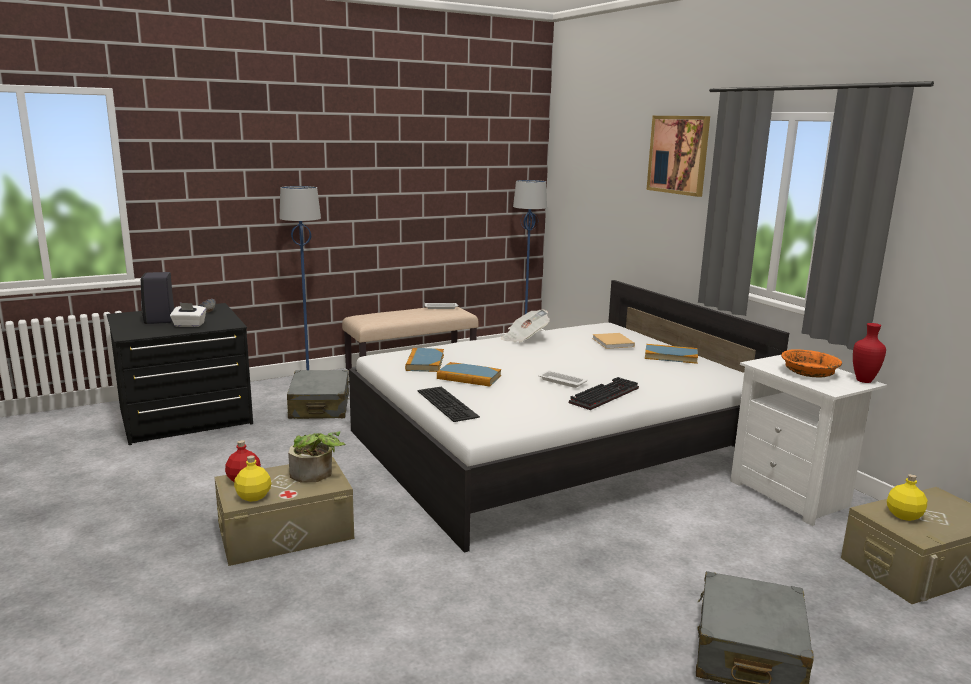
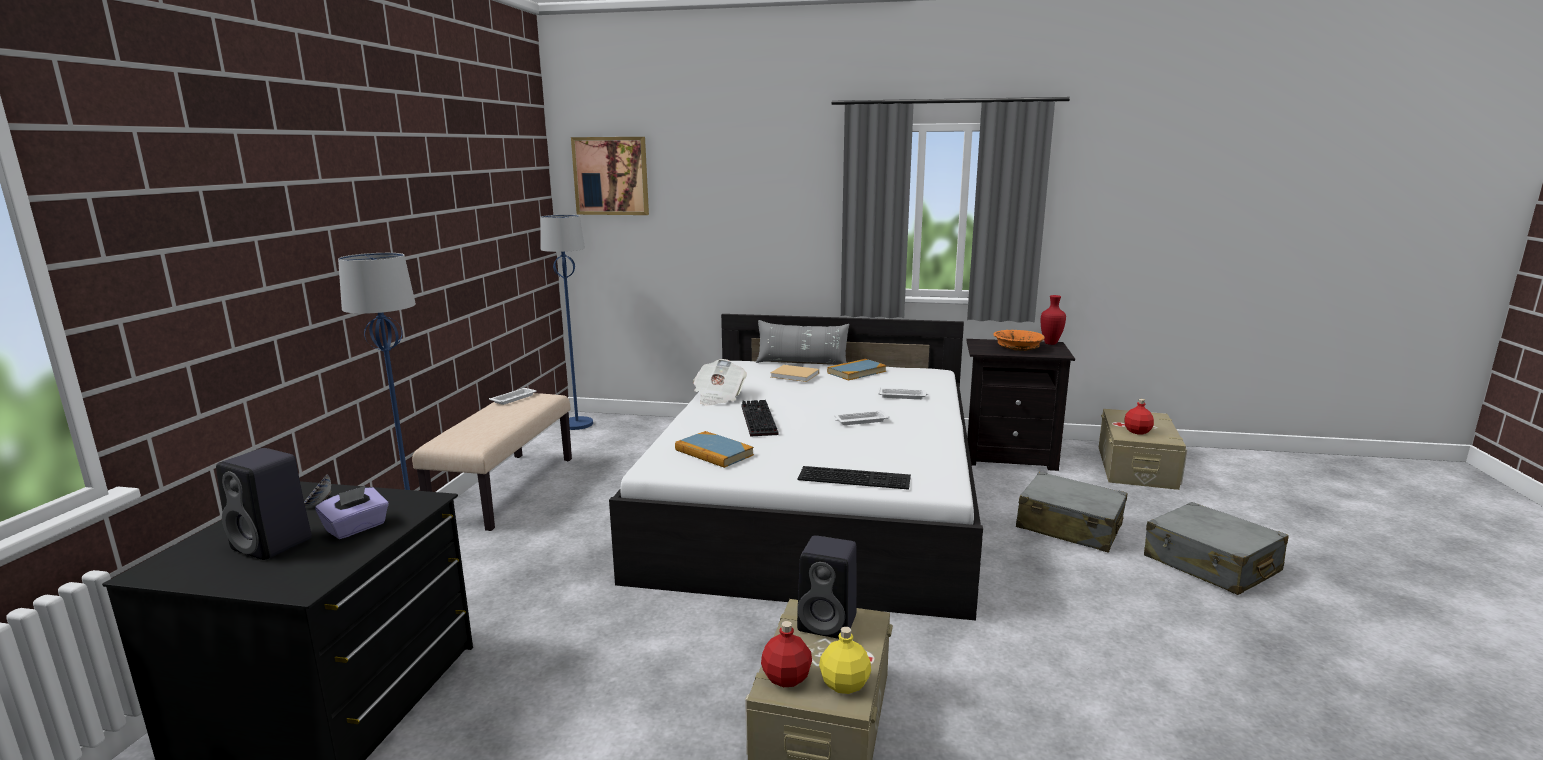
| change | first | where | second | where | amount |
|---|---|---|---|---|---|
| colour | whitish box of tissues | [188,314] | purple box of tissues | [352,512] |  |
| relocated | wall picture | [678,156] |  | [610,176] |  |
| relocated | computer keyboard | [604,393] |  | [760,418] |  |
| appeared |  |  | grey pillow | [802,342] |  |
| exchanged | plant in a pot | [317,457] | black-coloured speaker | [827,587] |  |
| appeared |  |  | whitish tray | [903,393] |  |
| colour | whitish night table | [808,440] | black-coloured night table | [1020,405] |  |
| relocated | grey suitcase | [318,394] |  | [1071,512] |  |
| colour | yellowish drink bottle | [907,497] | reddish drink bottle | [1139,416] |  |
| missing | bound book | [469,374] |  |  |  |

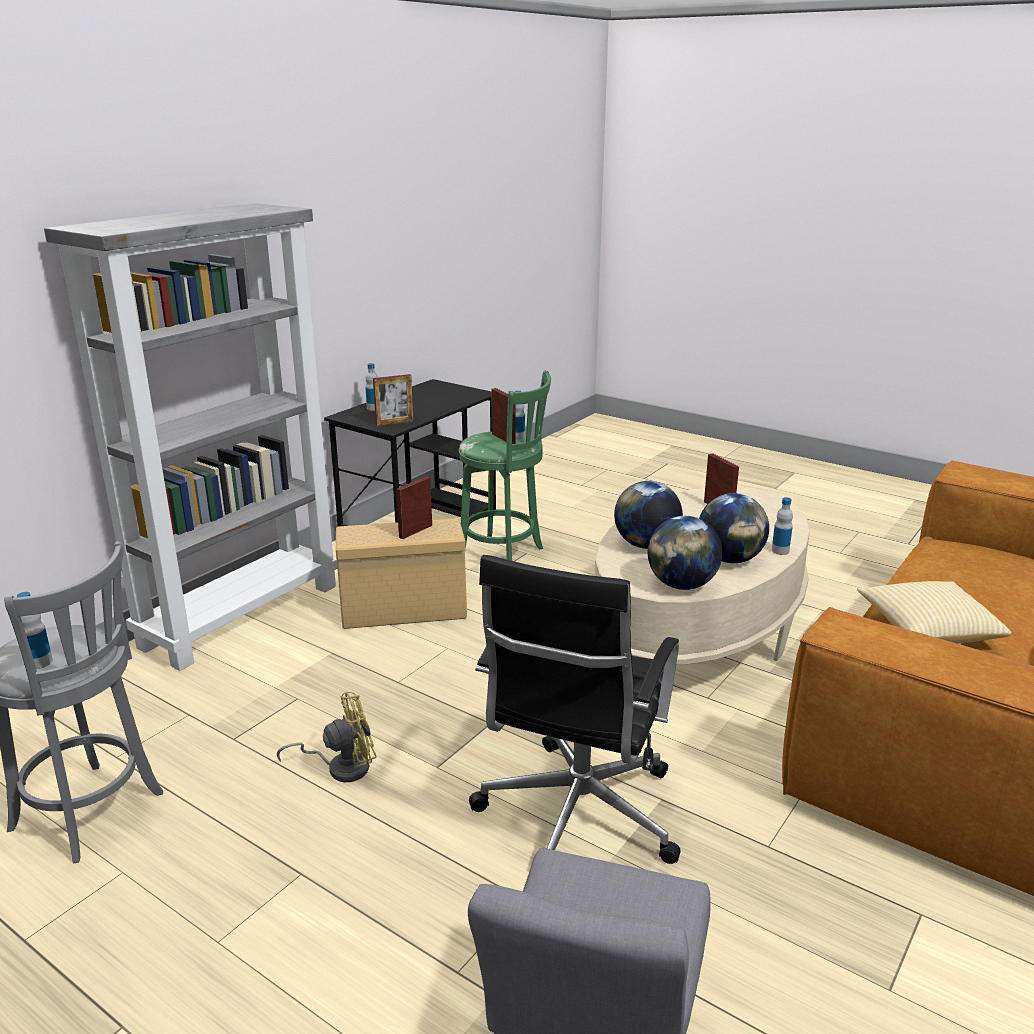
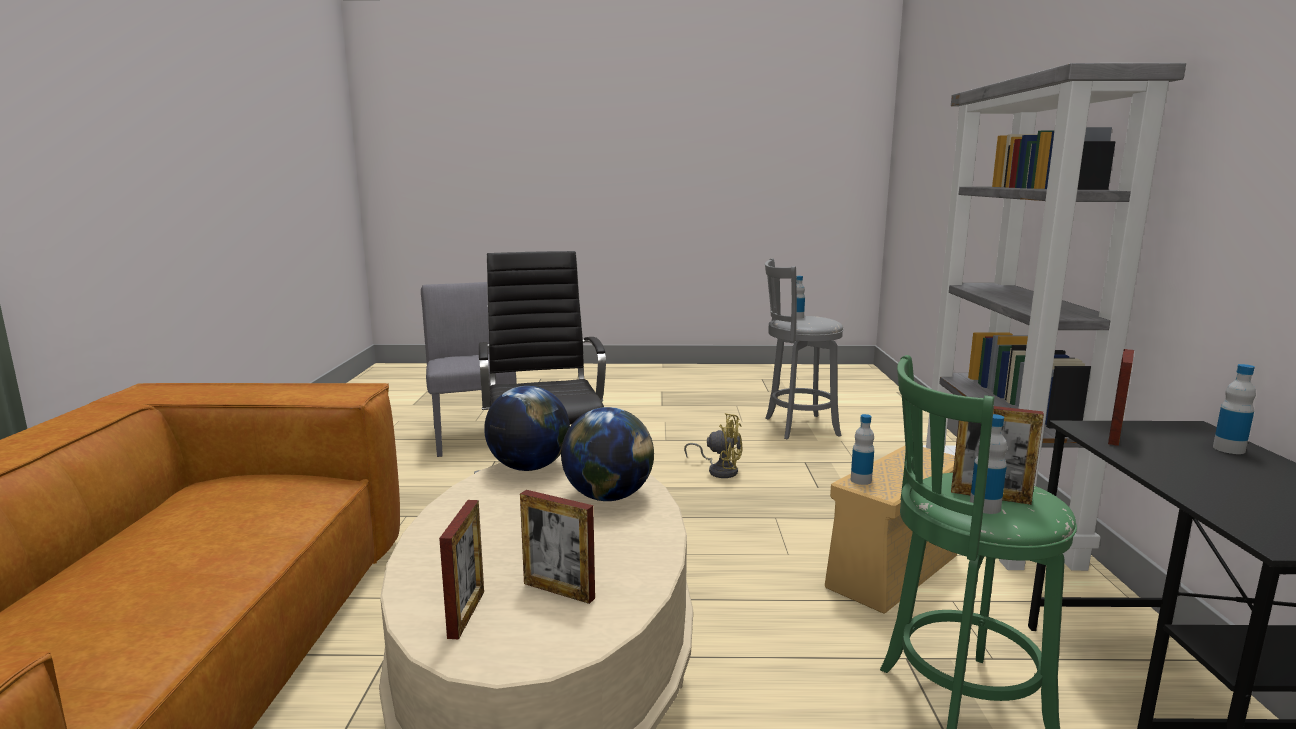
| change | first | where | second | where | amount |
|---|---|---|---|---|---|
| relocated | standing frame | [414,507] |  | [461,569] |  |
| spun | yellowish fan | [327,737] |  | [713,445] | 105 degrees counterclockwise |
| relocated | drink bottle | [782,526] |  | [862,449] |  |
| missing | world globe | [734,528] |  |  |  |
| missing | pillow | [934,612] |  |  |  |

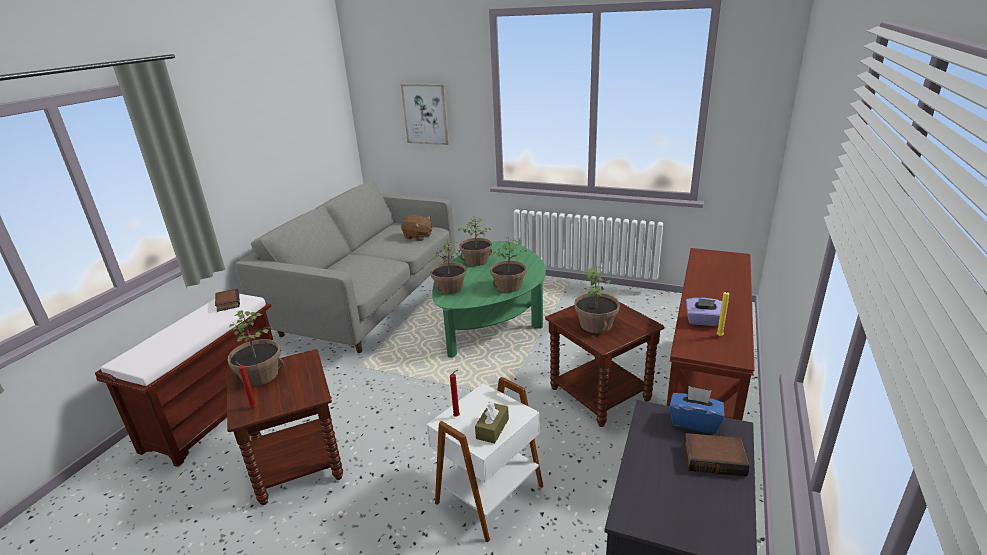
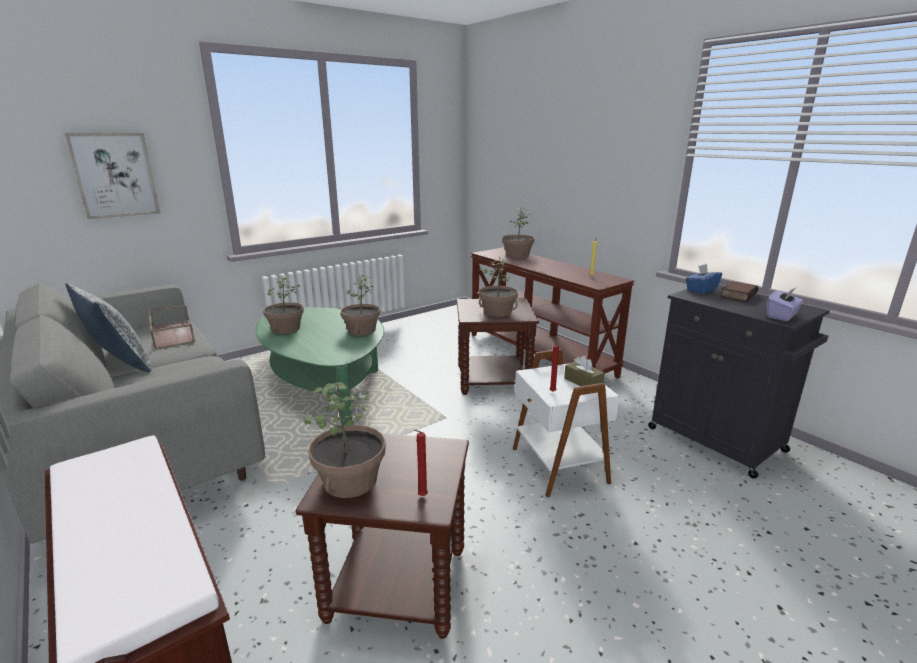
| change | first | where | second | where | amount |
|---|---|---|---|---|---|
| appeared |  |  | pillow | [109,327] |  |
| exchanged | brown cuddly toy | [416,228] | brown tray | [172,327] |  |
| relocated | plant in a pot | [448,266] |  | [518,233] |  |
| relocated | purple box of tissues | [704,312] |  | [785,304] |  |
| missing | bound book | [227,300] |  |  |  |

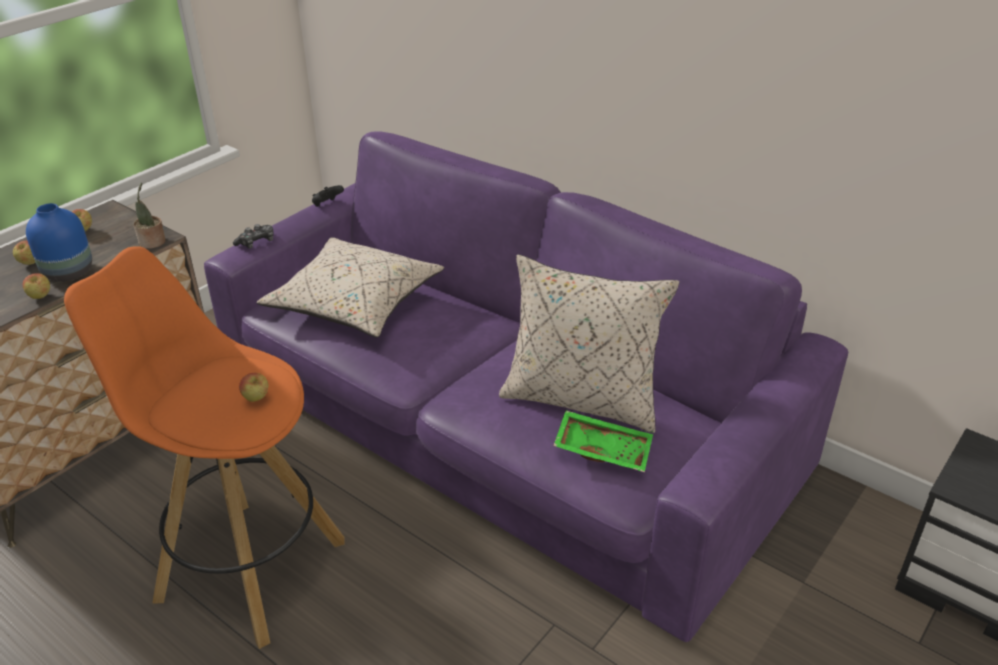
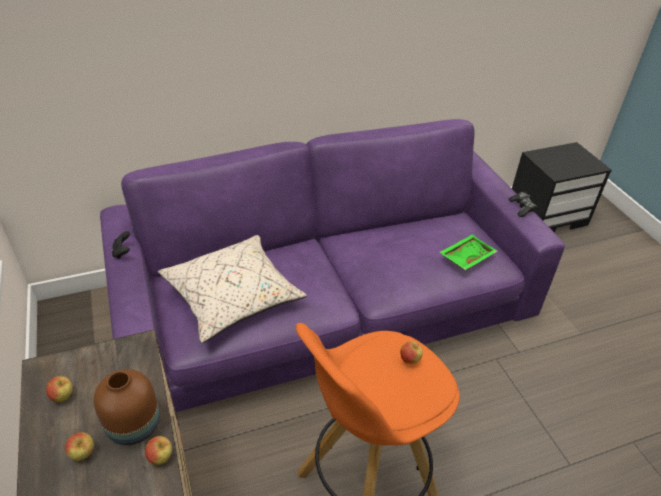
| change | first | where | second | where | amount |
|---|---|---|---|---|---|
| colour | blue vase | [59,242] | brown vase | [127,407] |  |
| relocated | gamepad | [253,236] |  | [523,204] |  |
| missing | plant in a pot | [150,216] |  |  |  |
| missing | beige pillow | [589,344] |  |  |  |

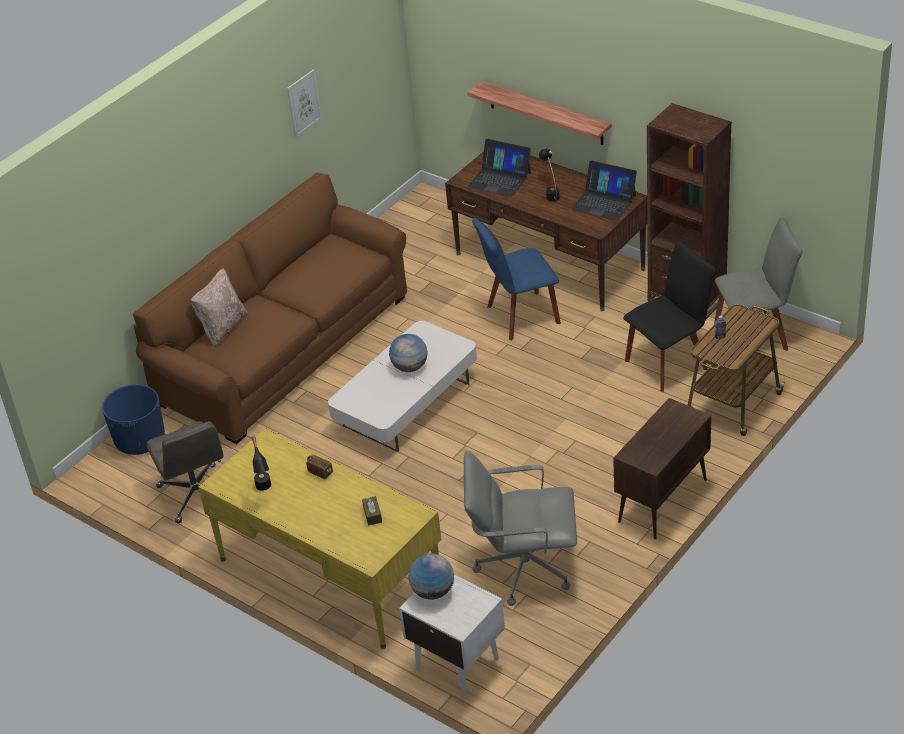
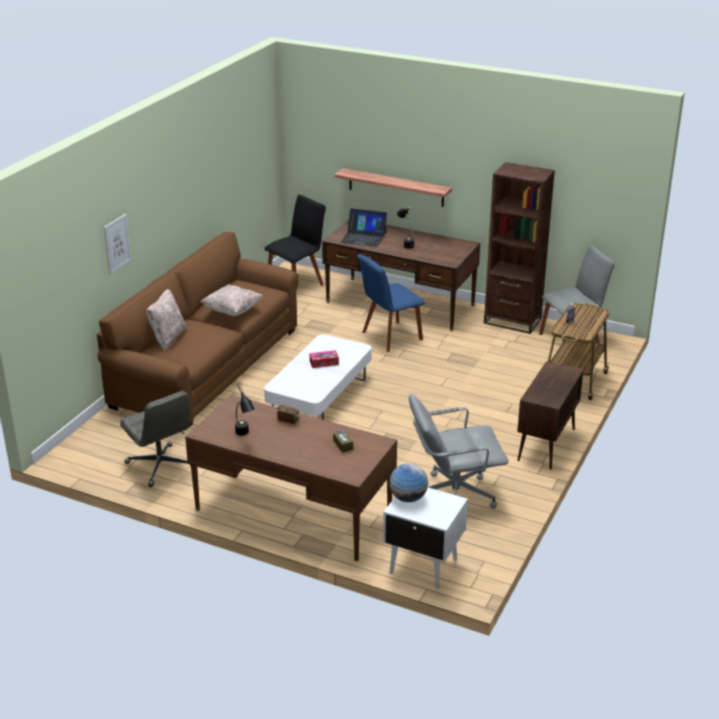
| change | first | where | second | where | amount |
|---|---|---|---|---|---|
| relocated | wall picture | [304,103] |  | [117,244] |  |
| colour | yellowish desk table | [319,538] | brown desk table | [291,478] |  |
| appeared |  |  | beige pillow | [231,300] |  |
| relocated | black-coloured upright chair | [670,316] |  | [295,240] |  |
| exchanged | world globe | [408,353] | box of tissues | [324,359] |  |
| missing | blue flower pot | [133,419] |  |  |  |
| missing | notebook computer | [604,190] |  |  |  |

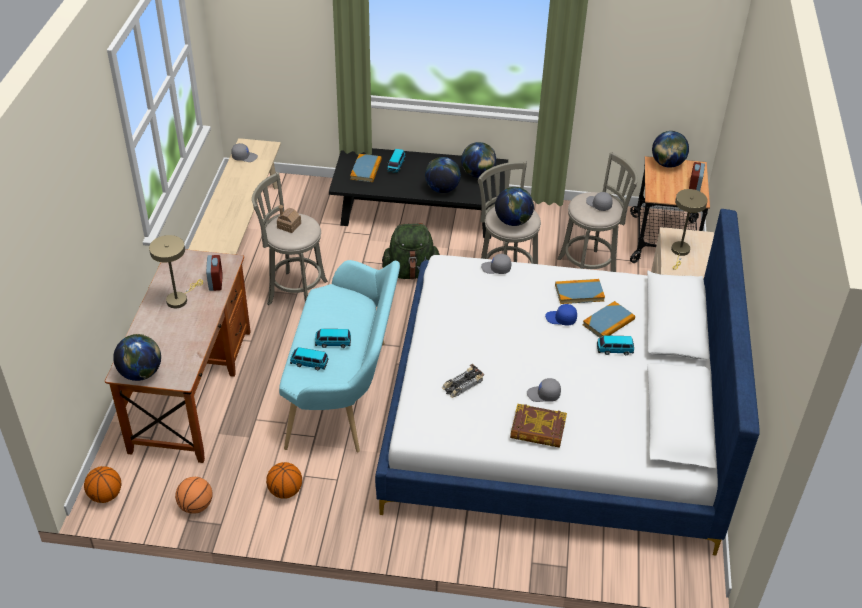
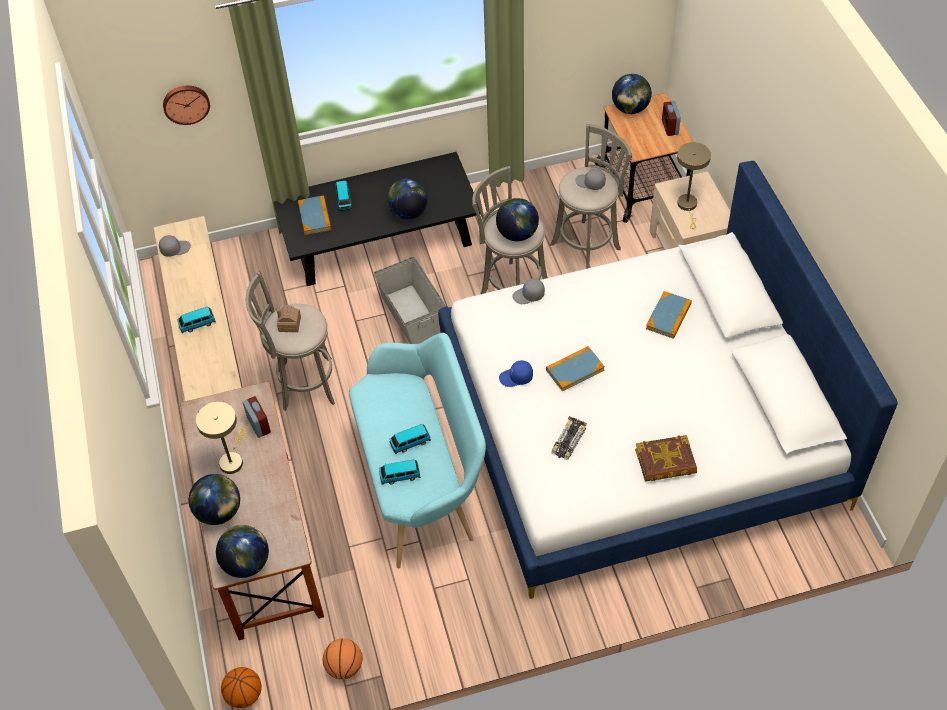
| change | first | where | second | where | amount |
|---|---|---|---|---|---|
| appeared |  |  | wall clock | [186,105] |  |
| relocated | miniature car | [615,345] |  | [197,320] |  |
| relocated | world globe | [478,160] |  | [214,499] |  |
| exchanged | green-coloured backpack | [411,251] | grey storage bin | [410,300] |  |
| relocated | blue baseball cap | [561,315] |  | [516,373] |  |
| relocated | bound book | [580,291] |  | [575,368] |  |
| missing | ball for basketball | [284,480] |  |  |  |
| missing | grey baseball cap | [544,390] |  |  |  |

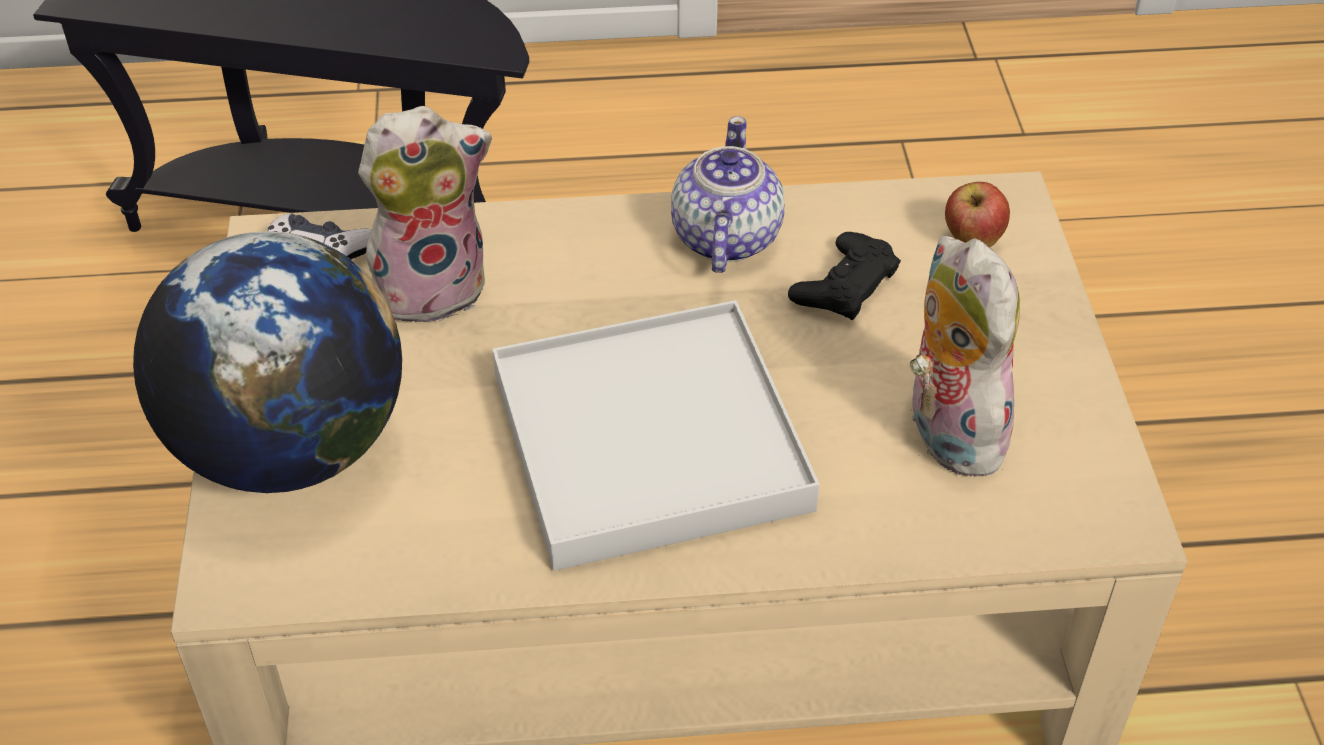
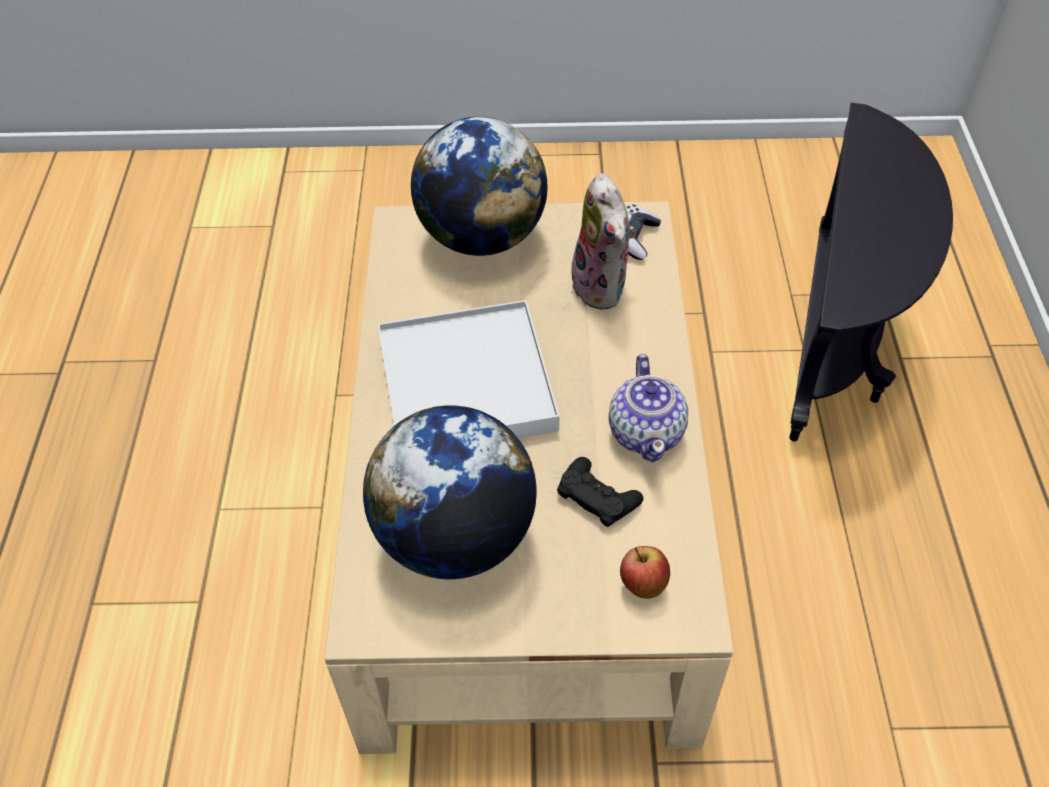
| change | first | where | second | where | amount |
|---|---|---|---|---|---|
| exchanged | cuddly toy | [965,356] | world globe | [450,492] |  |
| spun | tea pot | [728,194] |  | [648,408] | 75 degrees clockwise |

